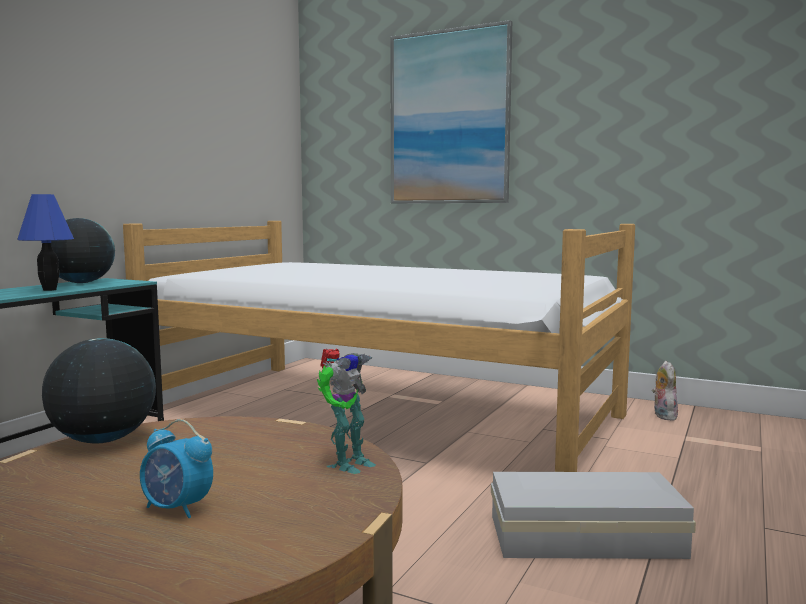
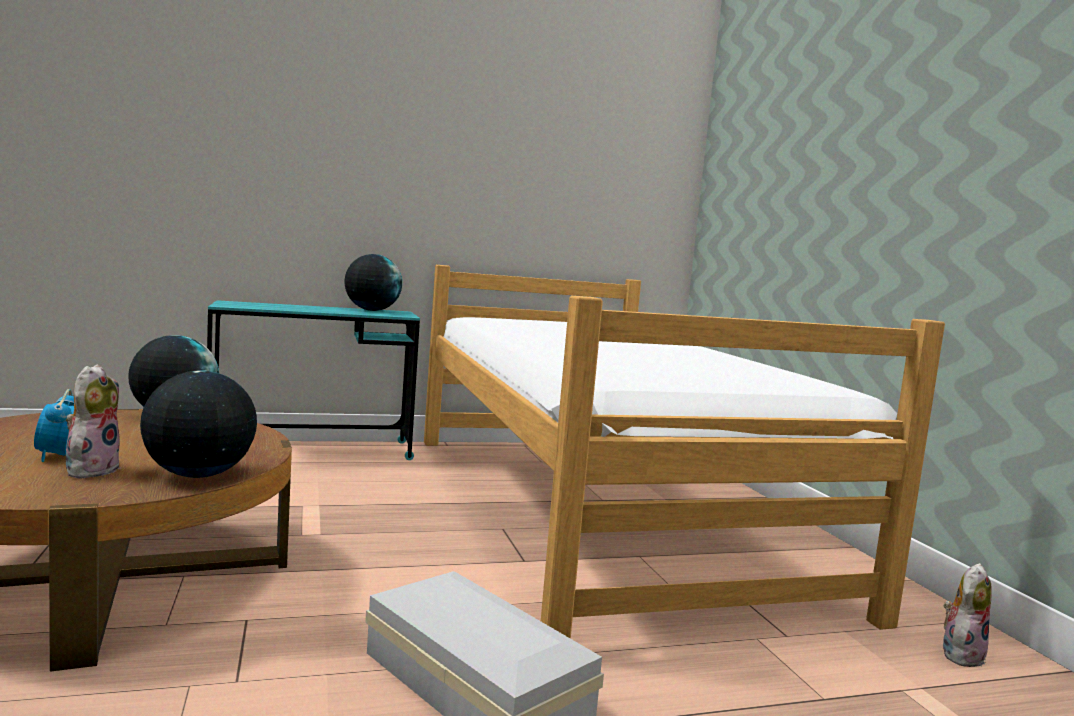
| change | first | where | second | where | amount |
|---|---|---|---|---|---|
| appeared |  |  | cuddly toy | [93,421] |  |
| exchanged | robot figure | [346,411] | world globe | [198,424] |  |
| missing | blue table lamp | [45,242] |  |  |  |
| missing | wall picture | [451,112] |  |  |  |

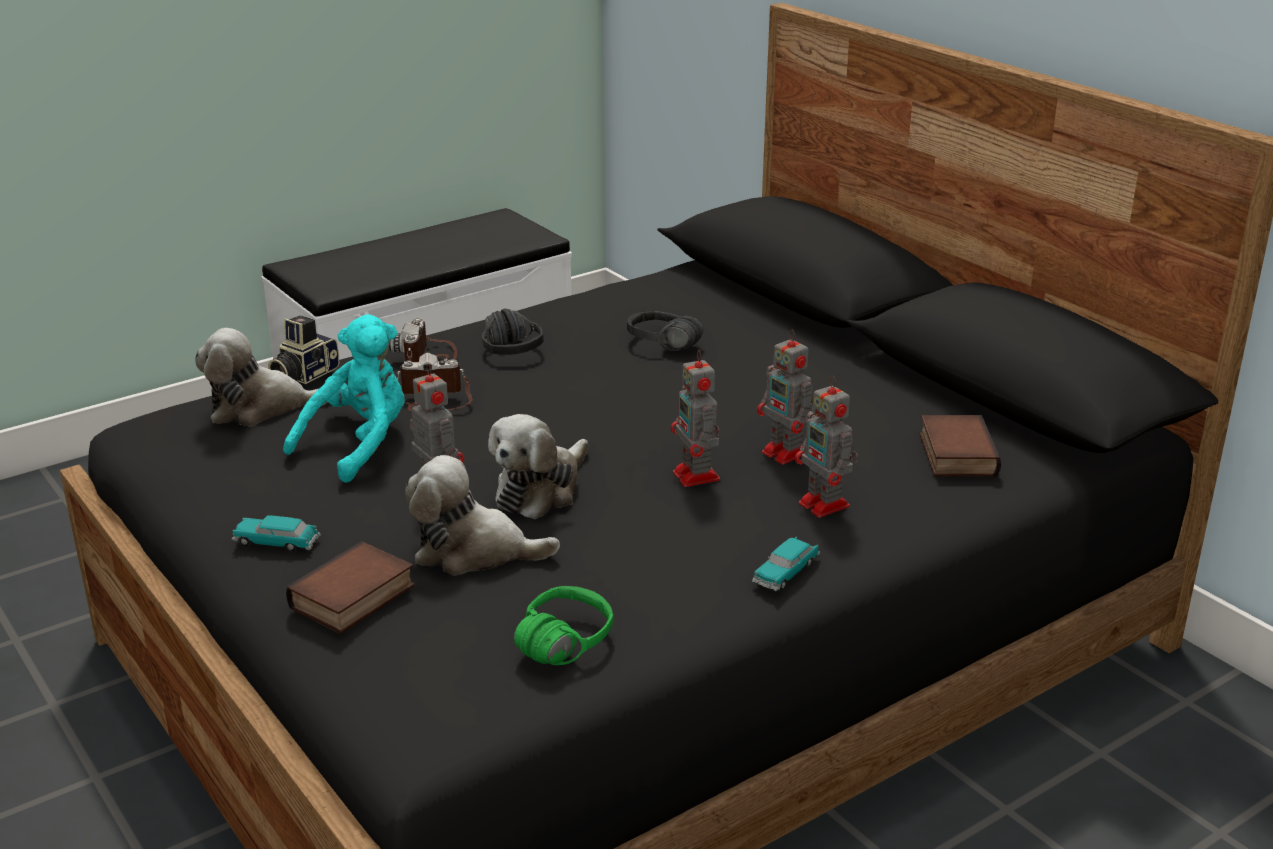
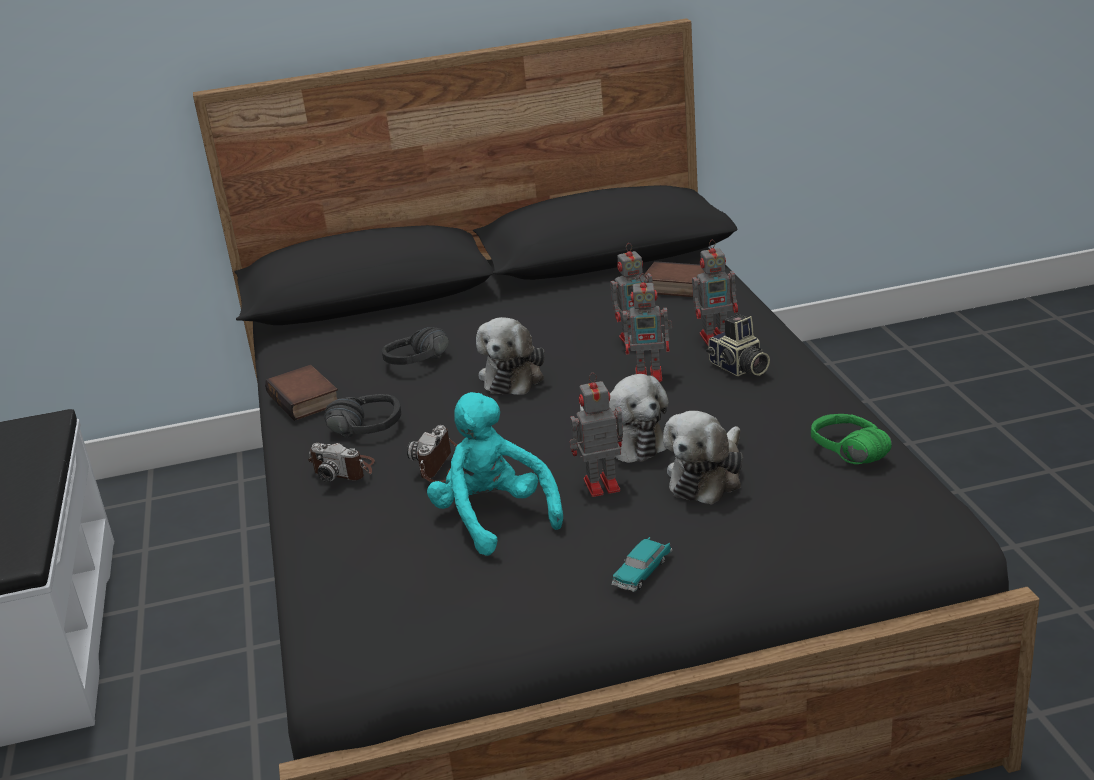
| change | first | where | second | where | amount |
|---|---|---|---|---|---|
| relocated | bound book | [350,587] |  | [301,393] |  |
| relocated | cuddly toy | [261,377] |  | [510,356] |  |
| relocated | still camera | [303,349] |  | [738,345] |  |
| missing | miniature car | [786,564] |  |  |  |

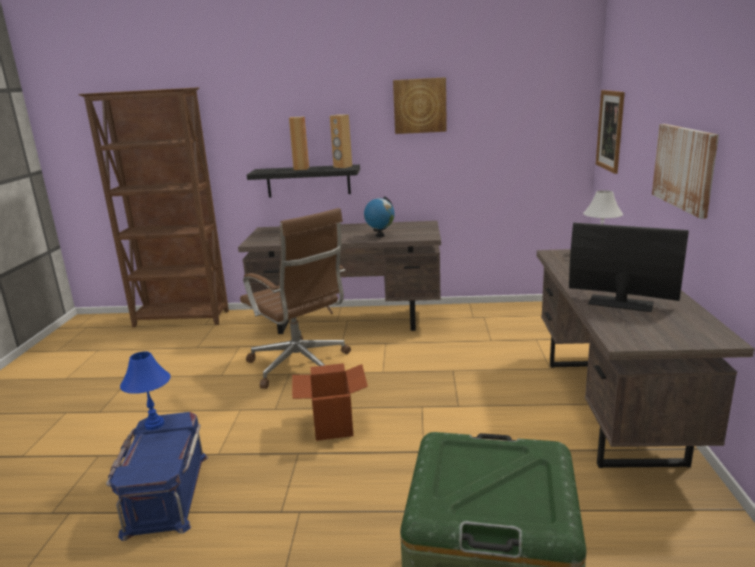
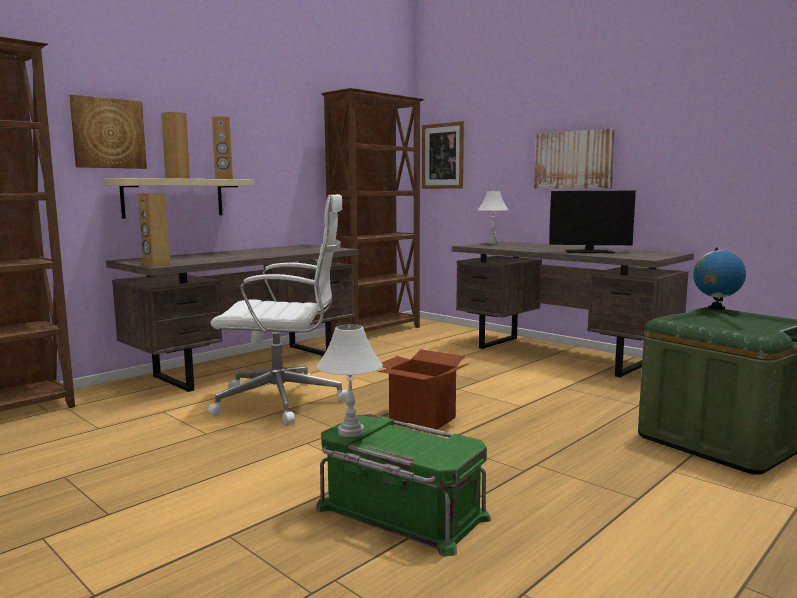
| change | first | where | second | where | amount |
|---|---|---|---|---|---|
| relocated | wall picture | [420,105] |  | [108,131] |  |
| colour | black-coloured wall shelf | [303,181] | beige wall shelf | [179,198] |  |
| appeared |  |  | brown speaker | [154,230] |  |
| colour | brown office chair | [295,298] | whitish office chair | [278,309] |  |
| colour | blue storage bin | [157,476] | green-coloured storage bin | [403,485] |  |
| colour | blue table lamp | [145,390] | whitish table lamp | [350,381] |  |
| appeared |  |  | brown bookcase | [372,212] |  |
| spun | computer display | [629,267] |  | [592,222] | 150 degrees counterclockwise |
| relocated | world globe | [379,216] |  | [719,278] |  |

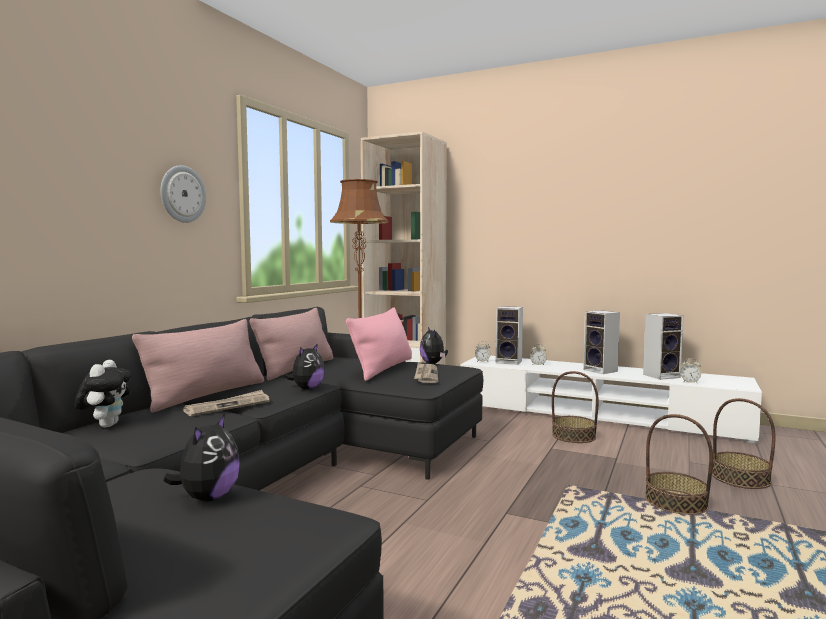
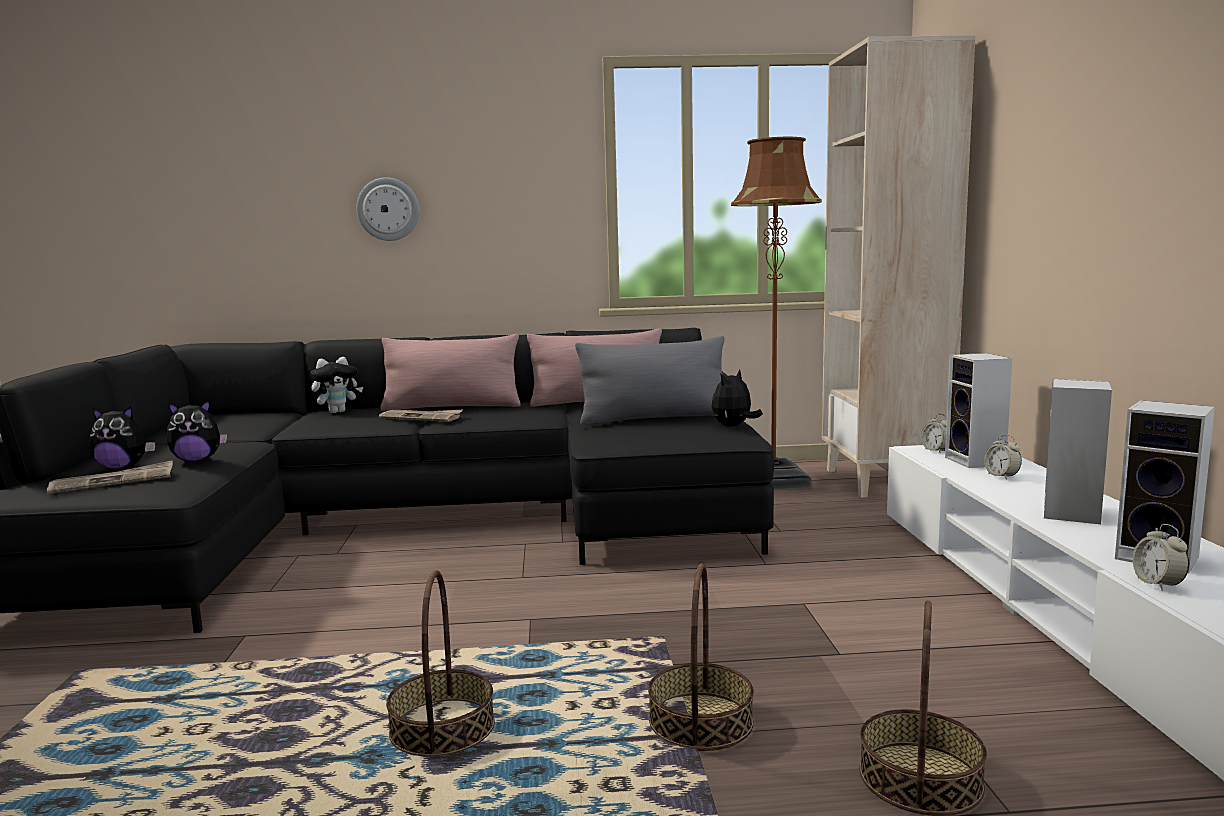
| change | first | where | second | where | amount |
|---|---|---|---|---|---|
| relocated | daily paper | [426,373] |  | [110,477] |  |
| relocated | cuddly toy | [305,366] |  | [122,438] |  |
| relocated | wall clock | [183,194] |  | [387,209] |  |
| relocated | basket | [575,407] |  | [440,663] |  |
| colour | pinkish pillow | [379,344] | grey pillow | [649,380] |  |

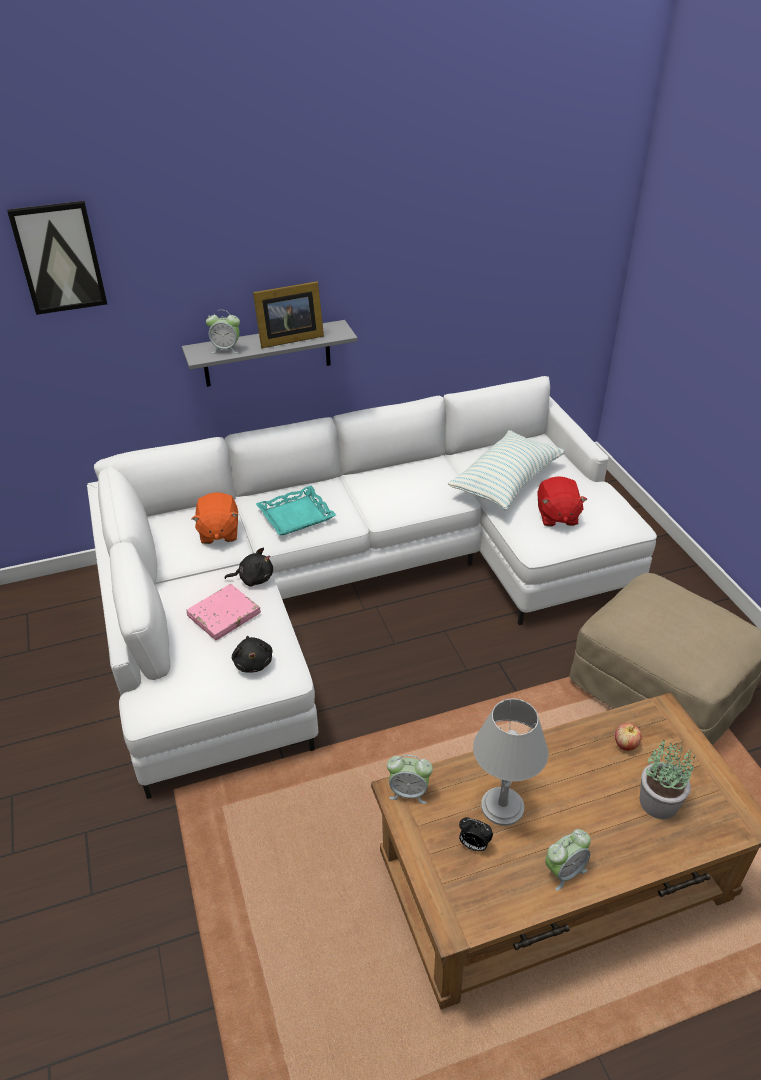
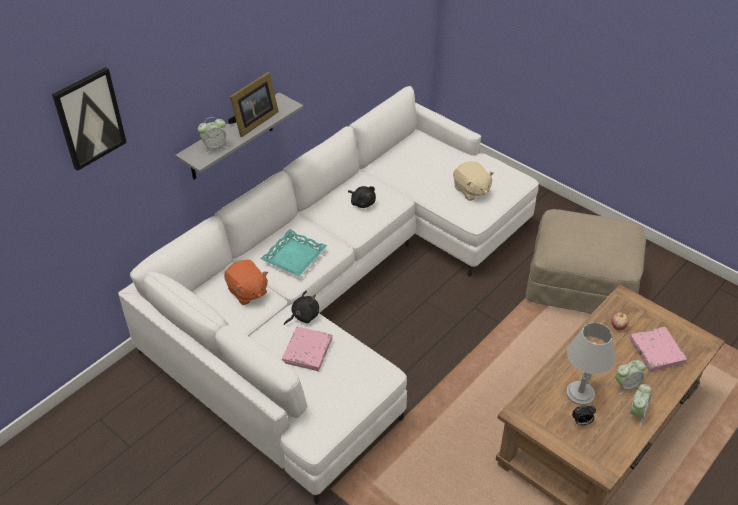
| change | first | where | second | where | amount |
|---|---|---|---|---|---|
| relocated | black-coloured cuddly toy | [252,654] |  | [362,197] |  |
| colour | reddish cuddly toy | [562,501] | beige cuddly toy | [473,181] |  |
| relocated | table clock | [410,779] |  | [630,377] |  |
| exchanged | plant in a pot | [667,779] | pinkish bound book | [658,349] |  |
| missing | pillow | [506,470] |  |  |  |

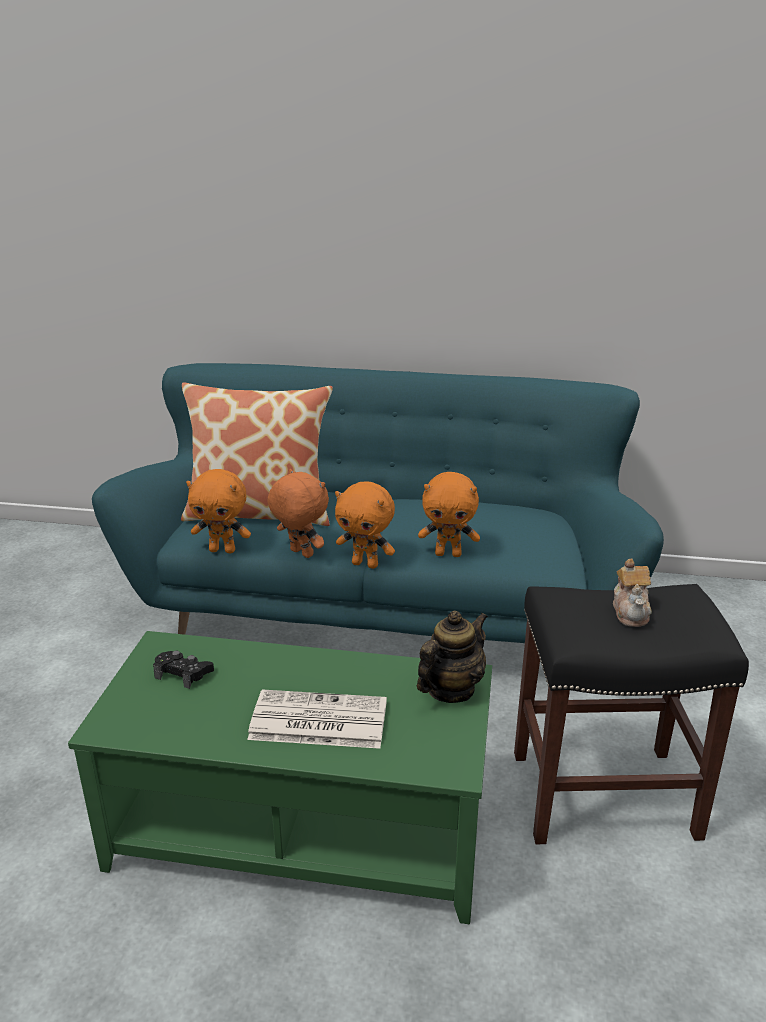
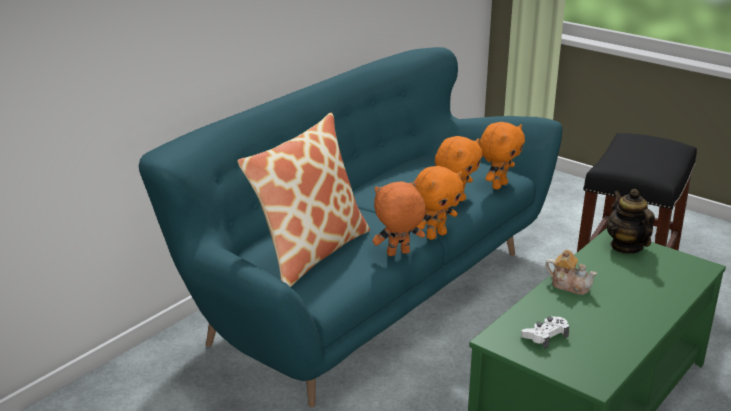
| change | first | where | second | where | amount |
|---|---|---|---|---|---|
| relocated | orange-coloured cuddly toy | [218,511] |  | [502,156] |  |
| colour | black-coloured gamepad | [183,670] | whitish gamepad | [545,332] |  |
| relocated | tea pot | [632,592] |  | [571,272] |  |
| missing | daily paper | [317,719] |  |  |  |

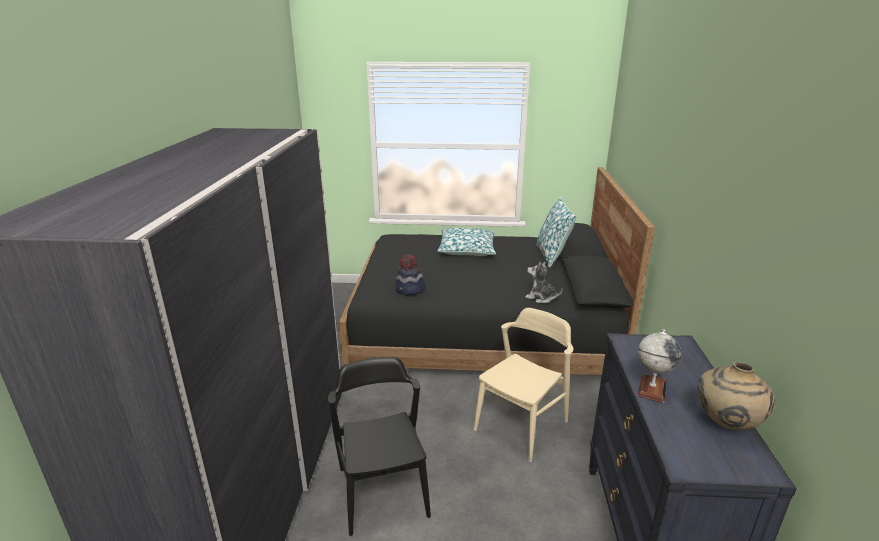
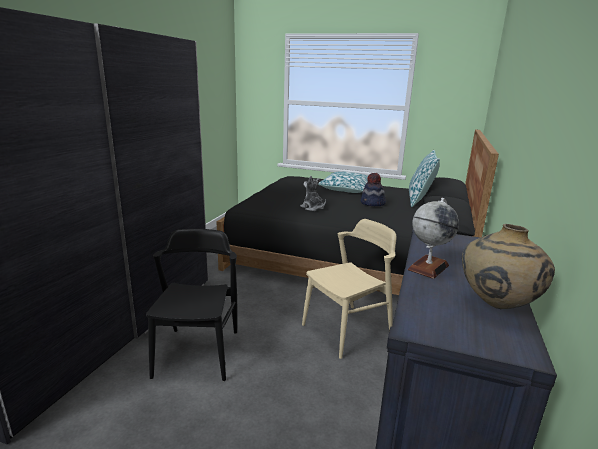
| change | first | where | second | where | amount |
|---|---|---|---|---|---|
| relocated | cuddly toy | [543,282] |  | [313,193] |  |
| relocated | hat | [410,274] |  | [373,189] |  |

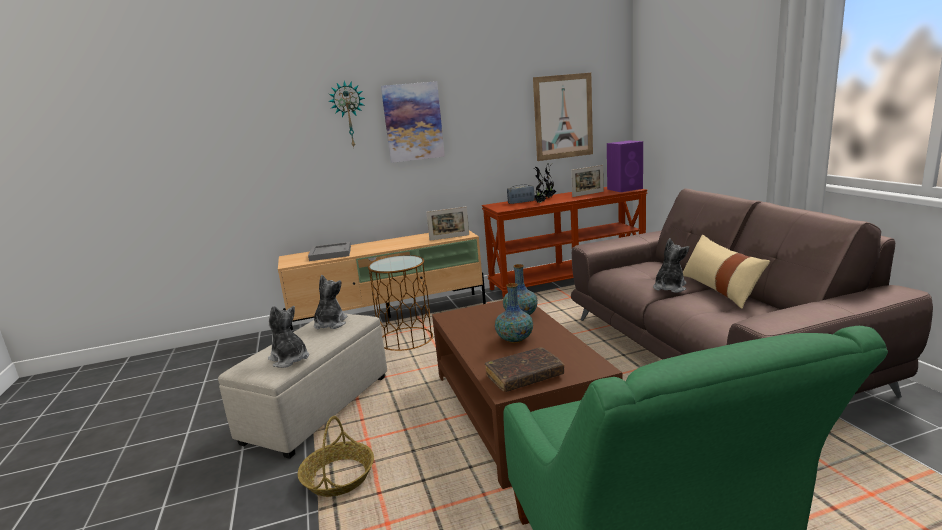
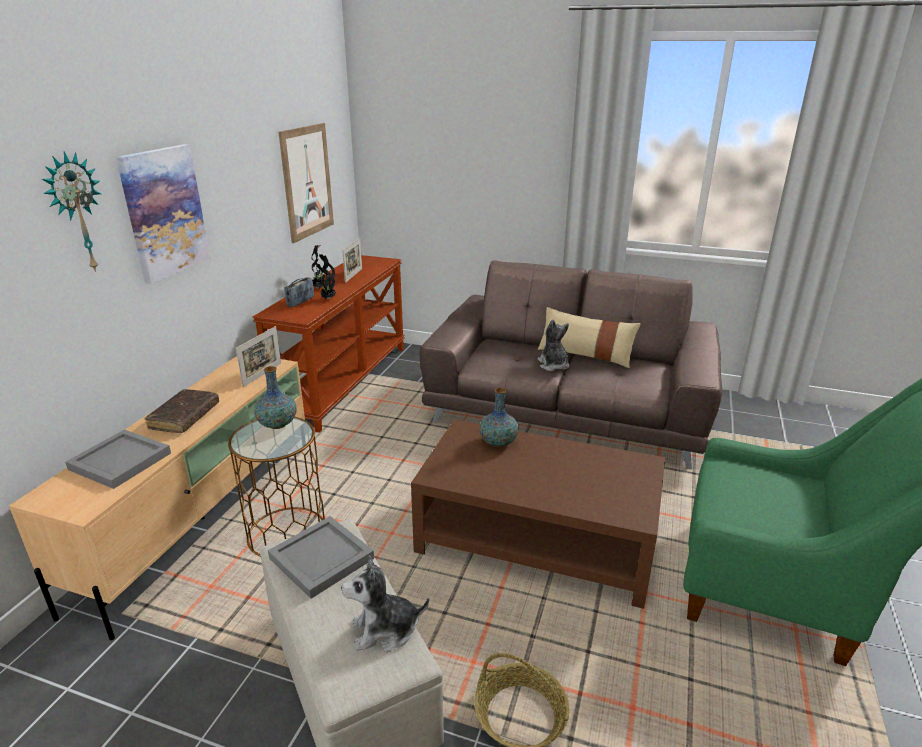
| change | first | where | second | where | amount |
|---|---|---|---|---|---|
| relocated | brown bound book | [524,369] |  | [182,411] |  |
| relocated | vase | [514,313] |  | [275,397] |  |
| exchanged | cuddly toy | [330,302] | grey tray | [321,557] |  |
| missing | purple speaker | [625,166] |  |  |  |

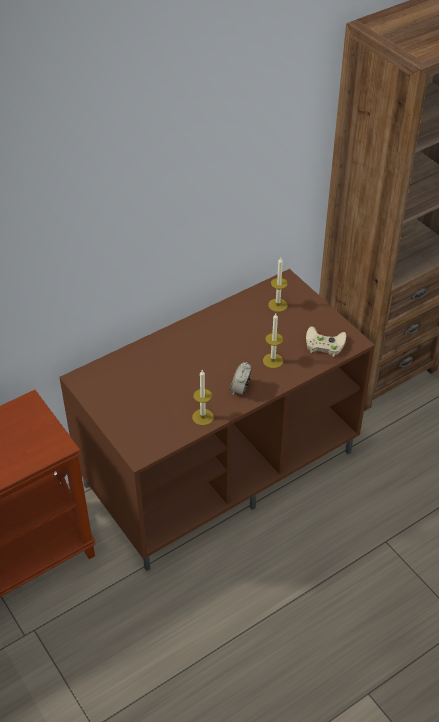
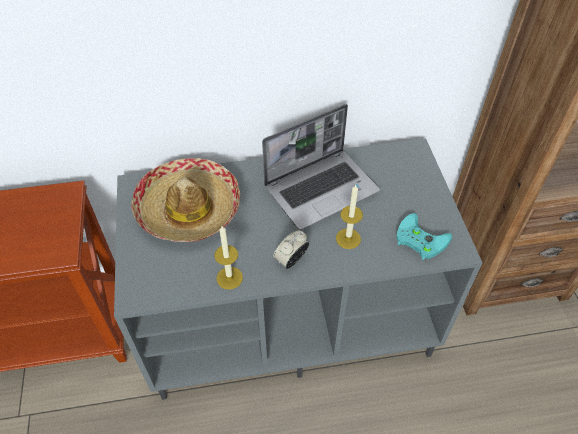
| change | first | where | second | where | amount |
|---|---|---|---|---|---|
| colour | brown tv unit | [217,420] | grey tv unit | [298,269] |  |
| appeared |  |  | hat | [185,200] |  |
| appeared |  |  | notebook computer | [321,167] |  |
| colour | beige gamepad | [326,341] | blue-green gamepad | [424,236] |  |
| missing | wax candle | [278,285] |  |  |  |

